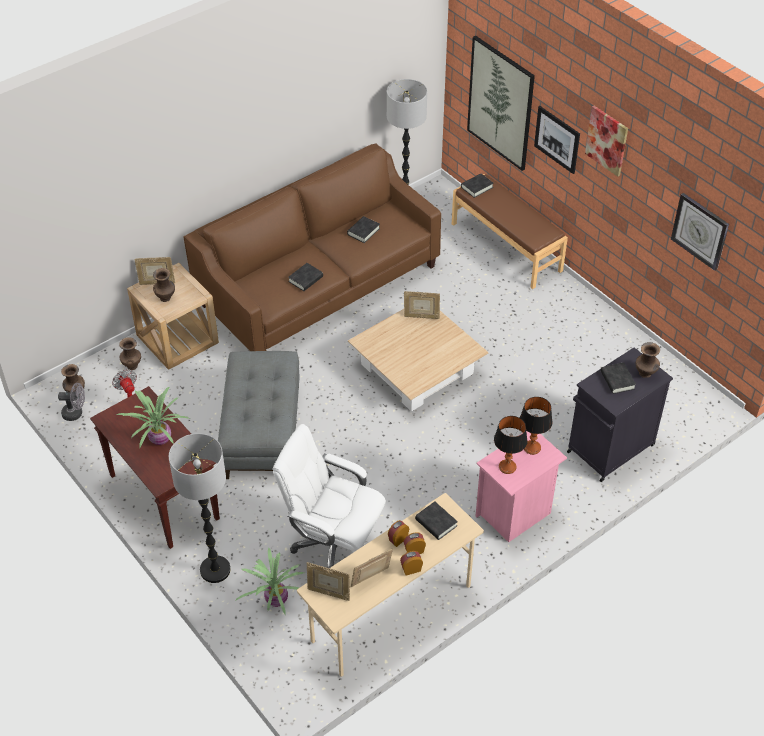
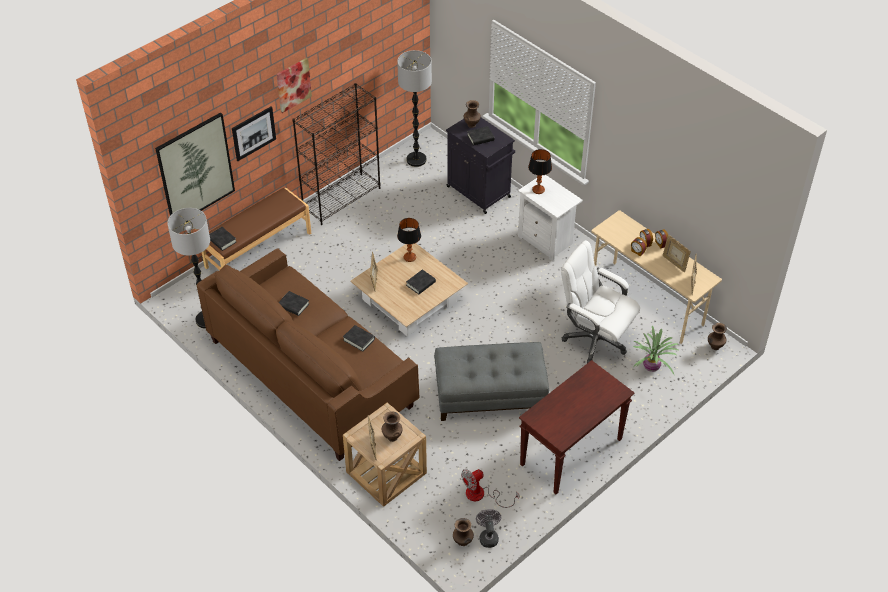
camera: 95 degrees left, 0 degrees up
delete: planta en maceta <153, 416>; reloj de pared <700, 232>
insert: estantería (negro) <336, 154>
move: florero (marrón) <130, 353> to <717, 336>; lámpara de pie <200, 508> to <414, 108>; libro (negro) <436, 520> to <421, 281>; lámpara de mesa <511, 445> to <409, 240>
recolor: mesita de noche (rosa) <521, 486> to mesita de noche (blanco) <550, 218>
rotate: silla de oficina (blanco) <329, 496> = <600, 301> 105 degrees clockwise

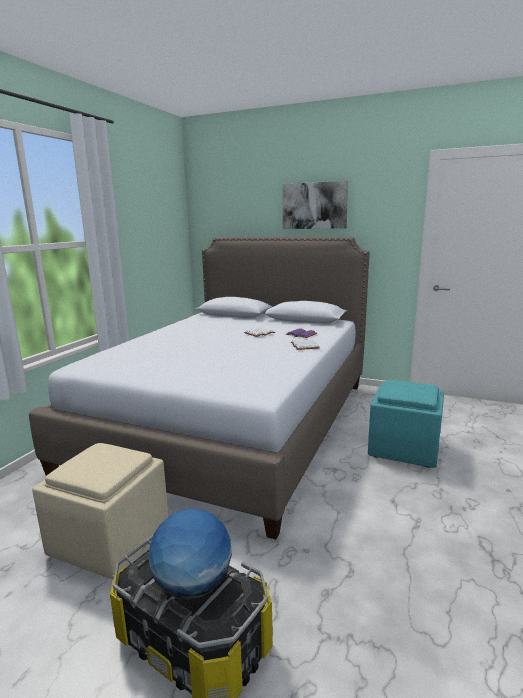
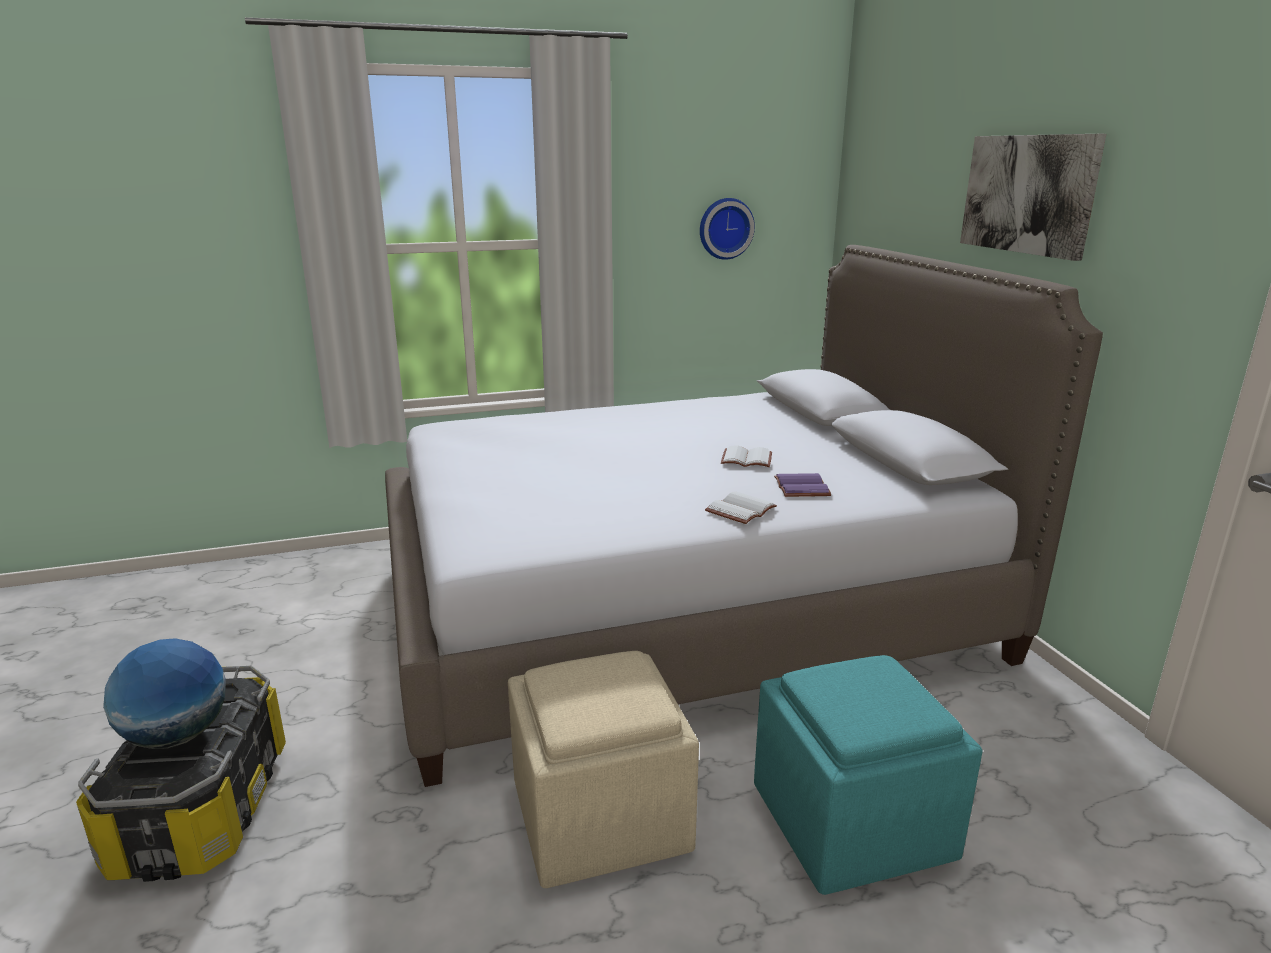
camera: 50 degrees right, 5 degrees up
insert: reloj de pared <727, 229>
move: puf (beis) <100, 511> to <603, 769>

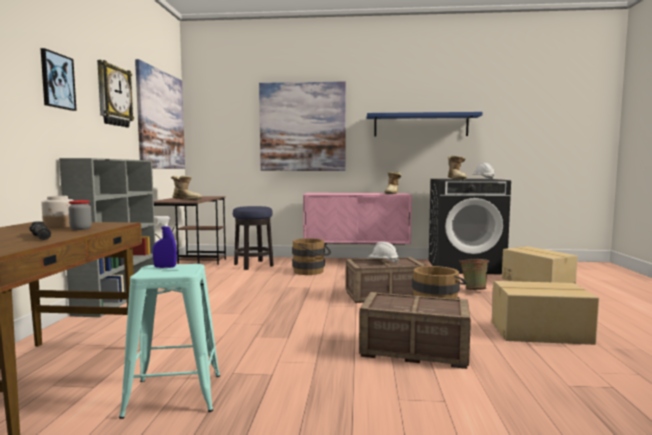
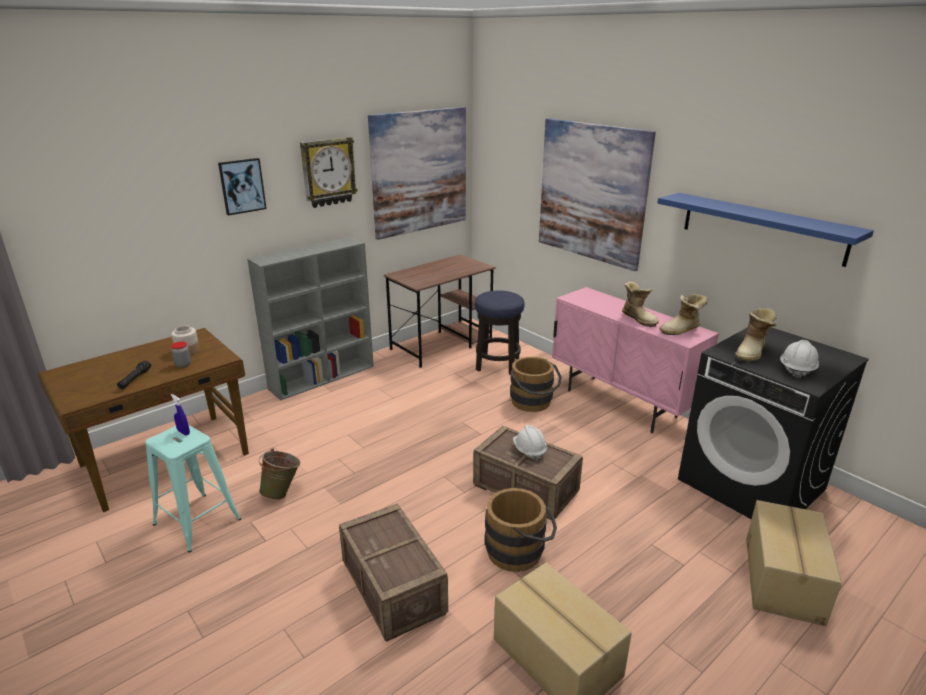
camera: 45 degrees right, 20 degrees up
move: bota <186, 188> to <640, 304>; cubo (verde) <474, 274> to <280, 474>

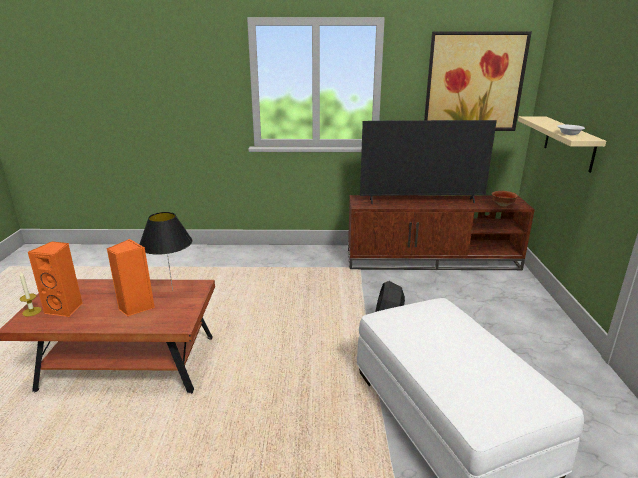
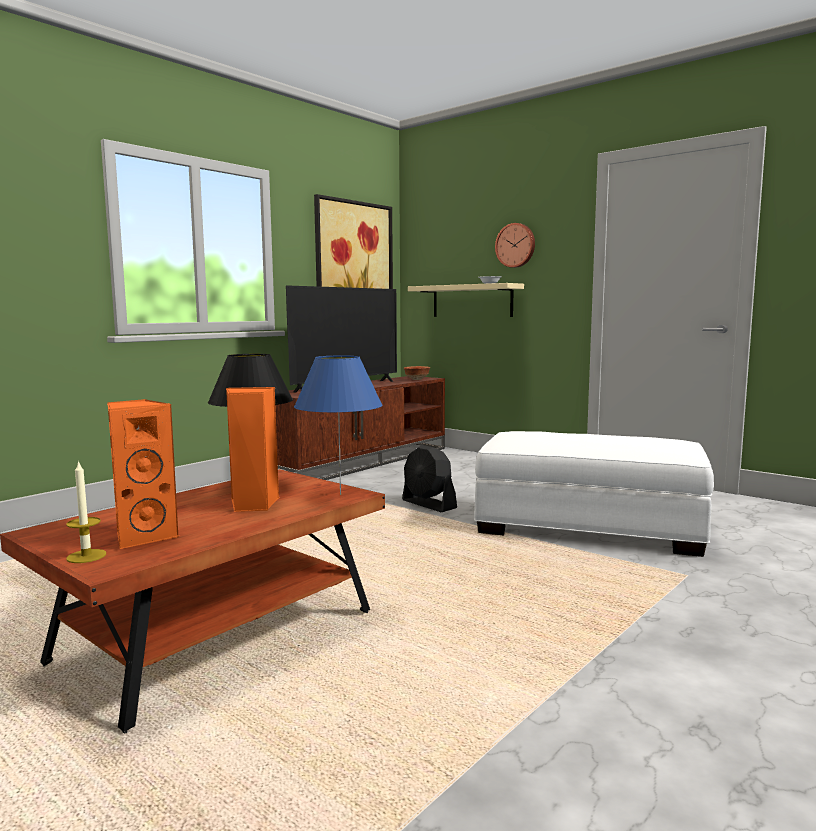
camera: 50 degrees left, 15 degrees down
insert: lámpara de mesa (azul) <338, 425>; reloj de pared <515, 245>

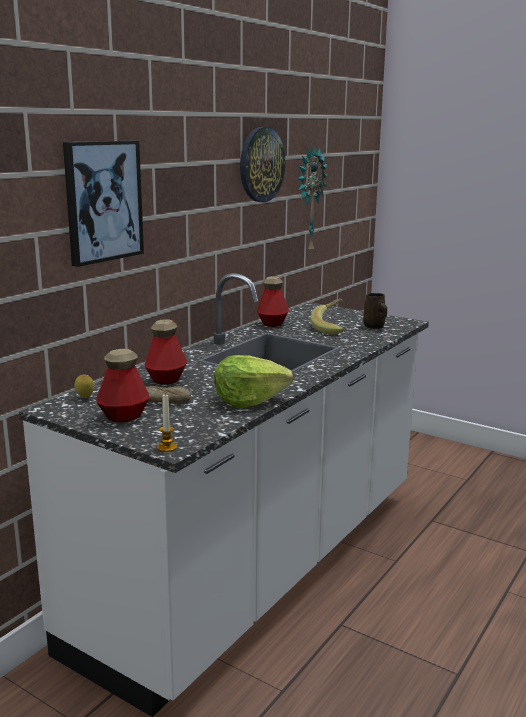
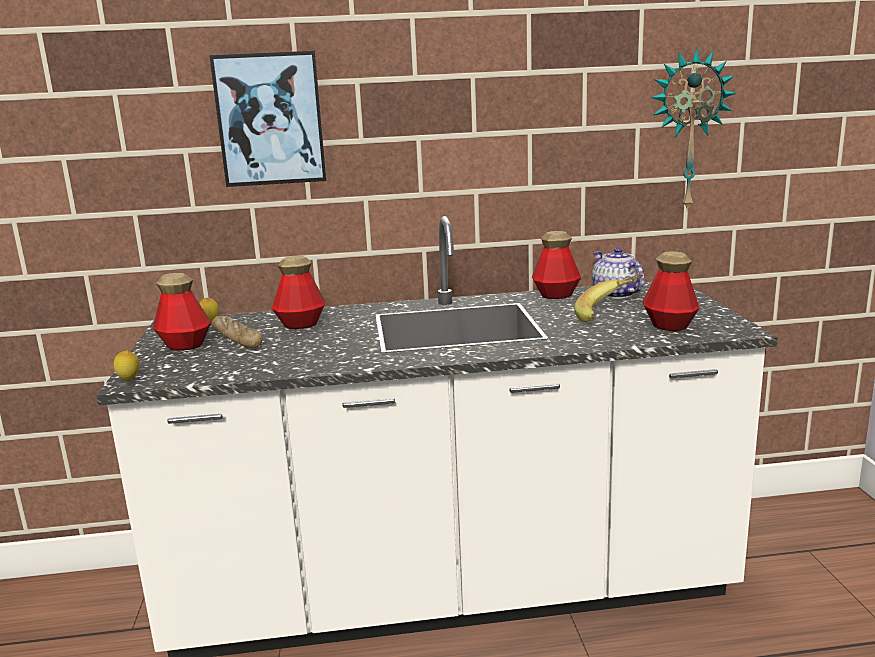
camera: 50 degrees right, 0 degrees up
delete: lechuga <253, 381>; reloj de pared <262, 164>
insert: tetera <618, 273>
replace: vela <167, 423> to limón <126, 365>; taza grande (marrón) <375, 311> to botella <671, 291>

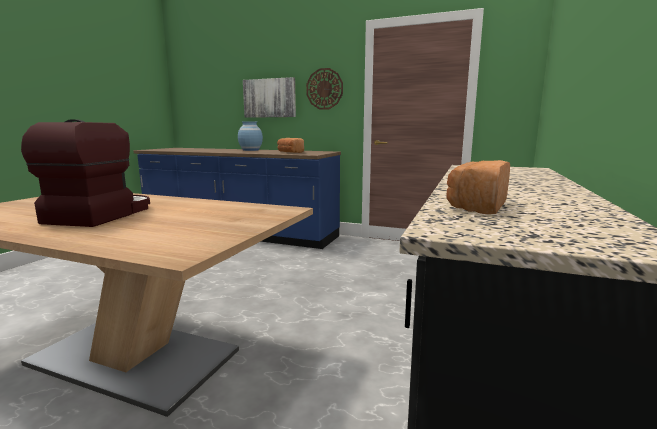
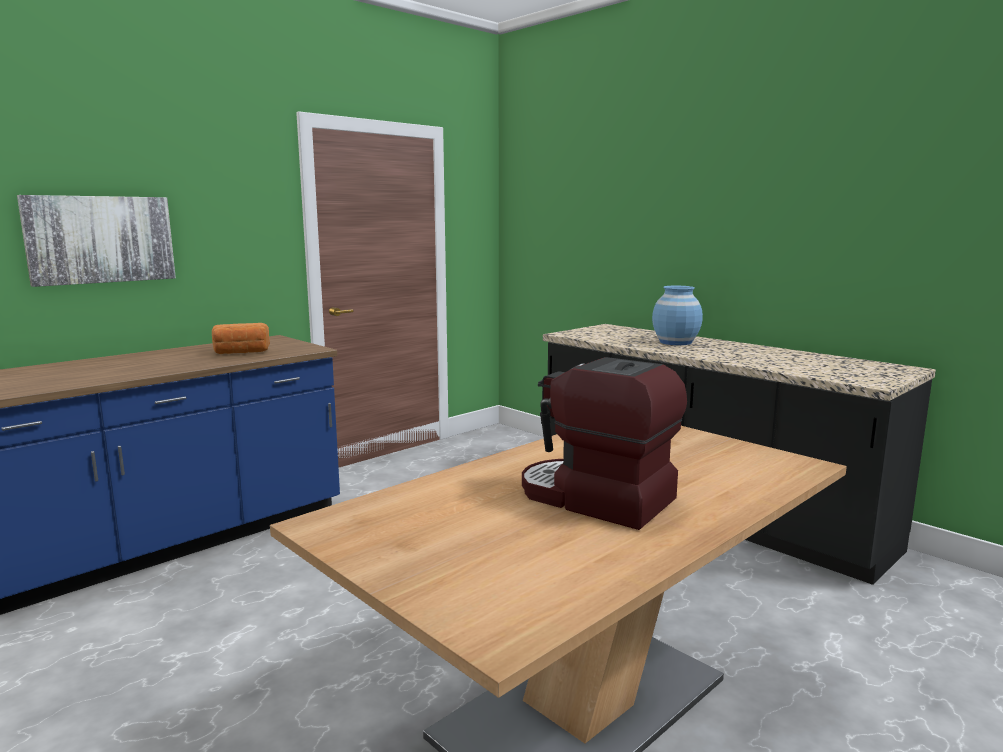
camera: 65 degrees left, 0 degrees up
delete: reloj de pared <324, 89>; pan <478, 187>
move: florero (azul) <250, 136> to <677, 315>

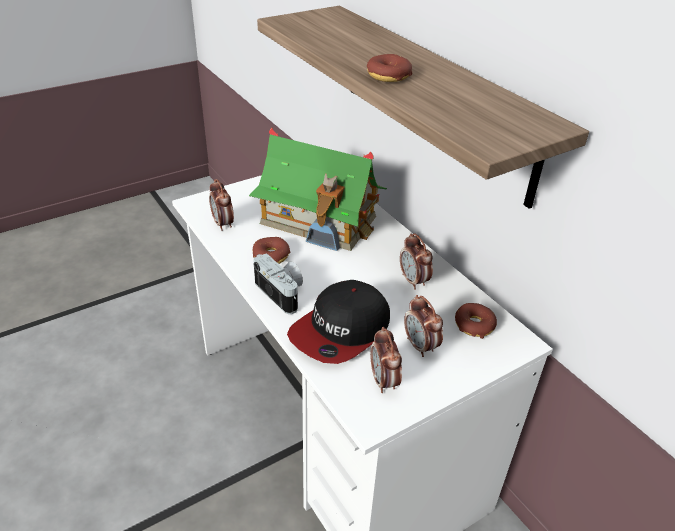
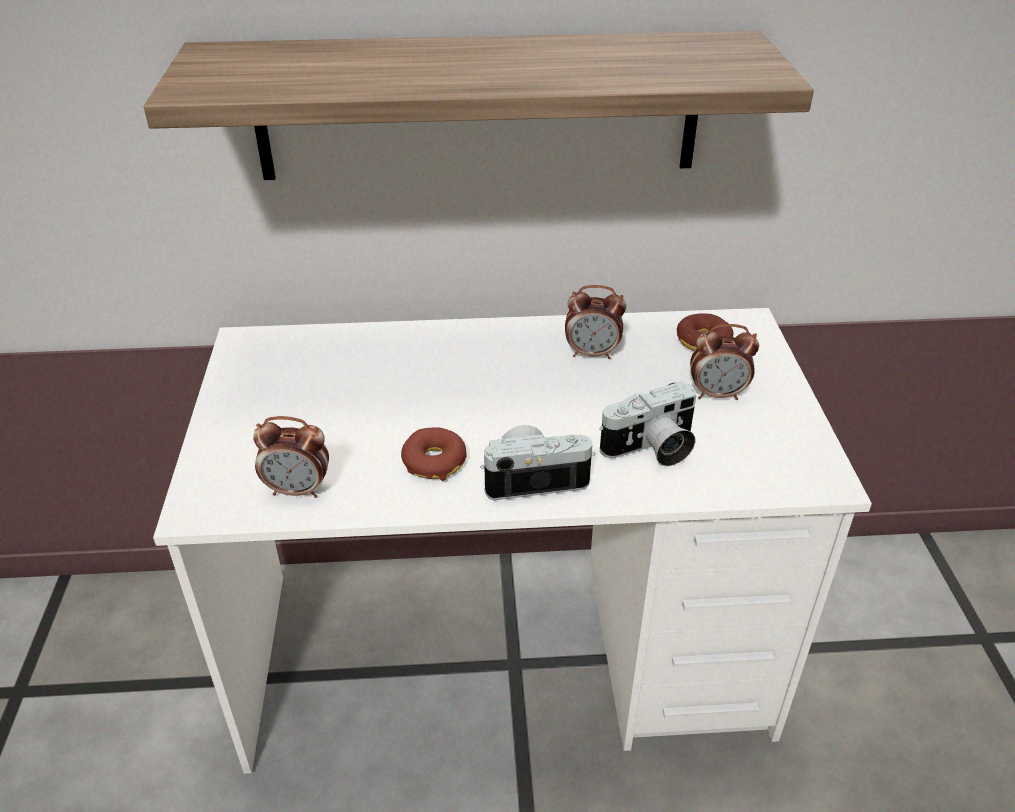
camera: 60 degrees left, 0 degrees up
delete: casita <318, 189>; rosquilla <389, 68>; despertador <386, 360>
replace: gorra <338, 322> to cámara <648, 423>

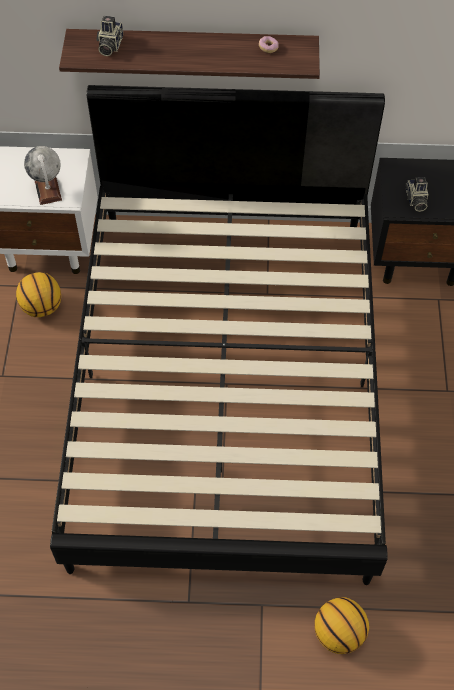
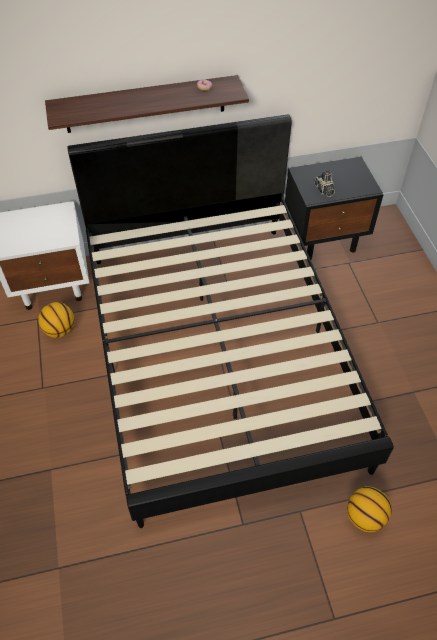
camera: 15 degrees left, 5 degrees down
delete: globo terráqueo <43, 175>; cámara <110, 36>

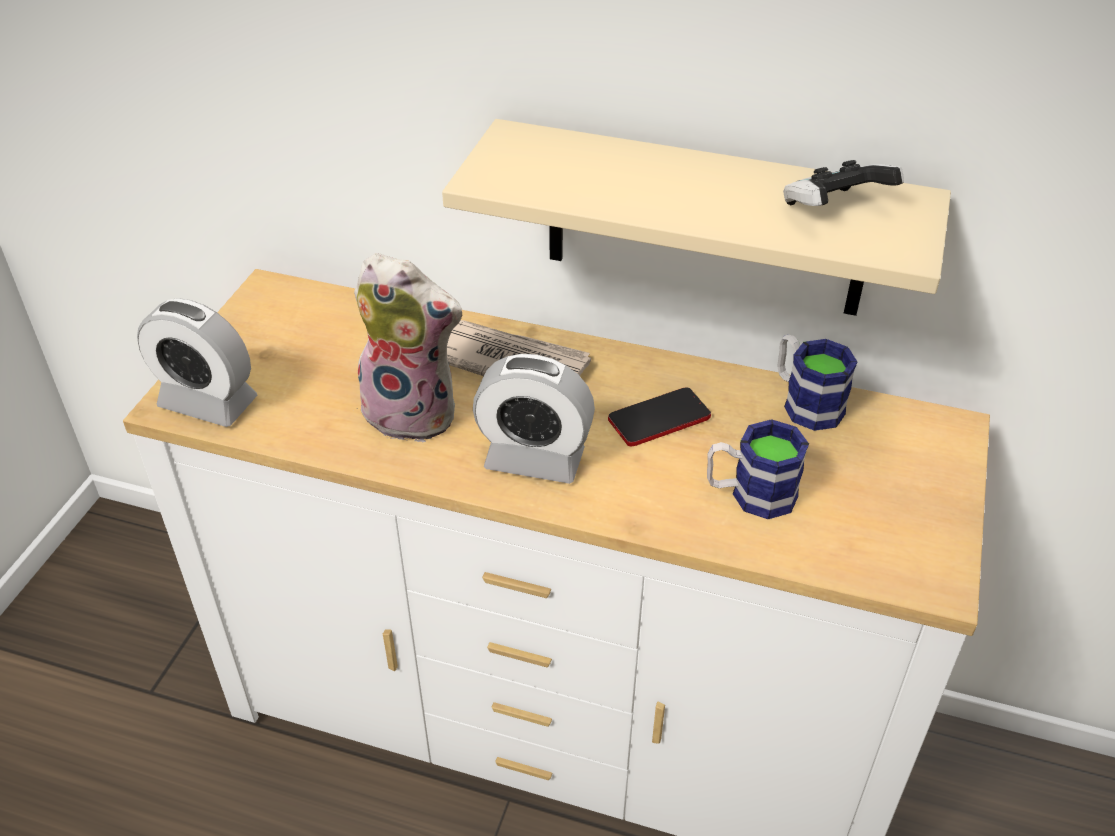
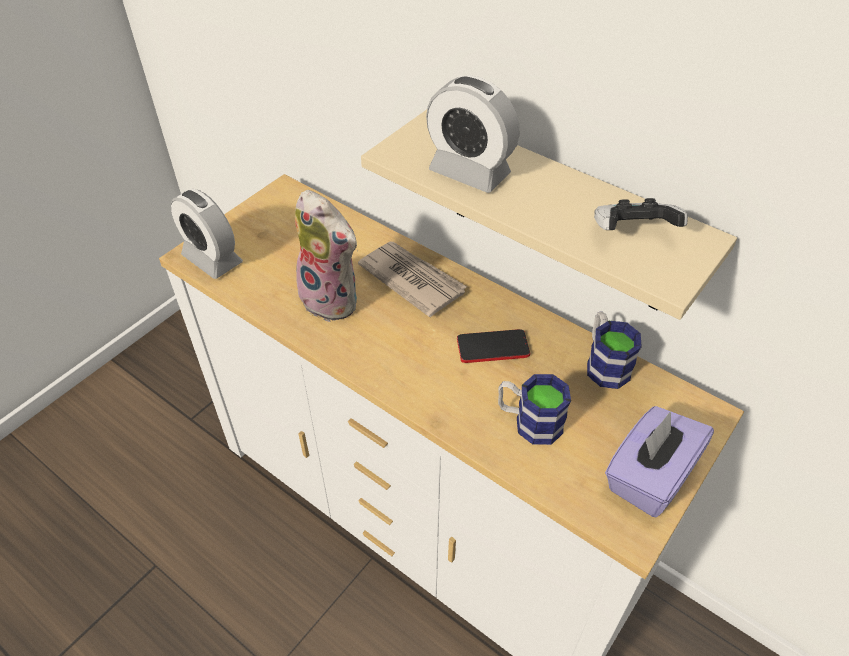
camera: 20 degrees right, 5 degrees up
insert: caja de pañuelos (morado) <659, 462>
move: despertador <534, 419> to <472, 134>

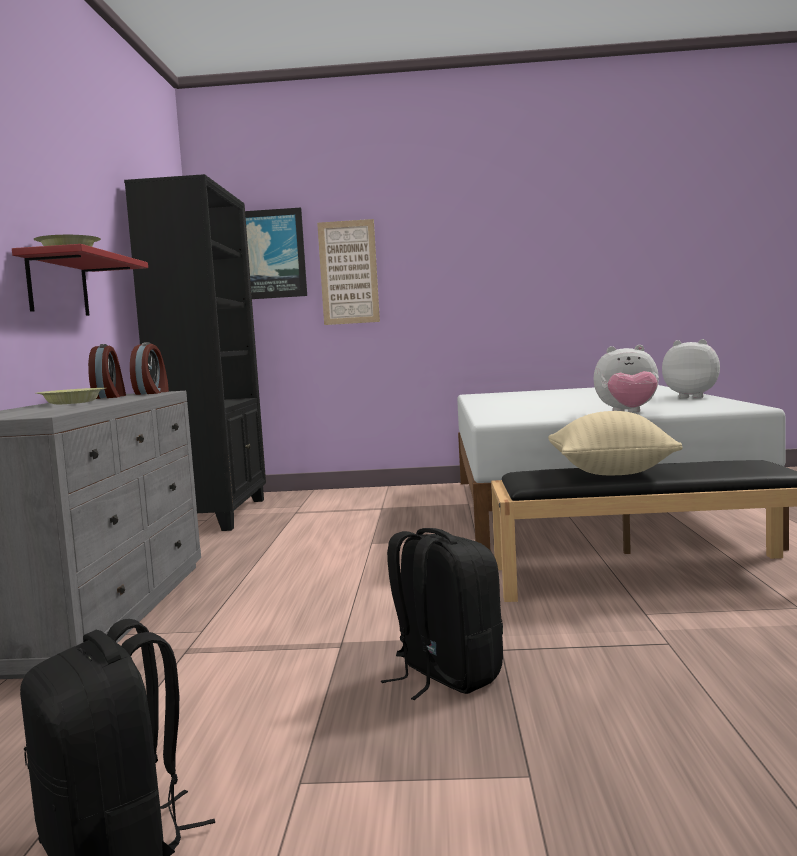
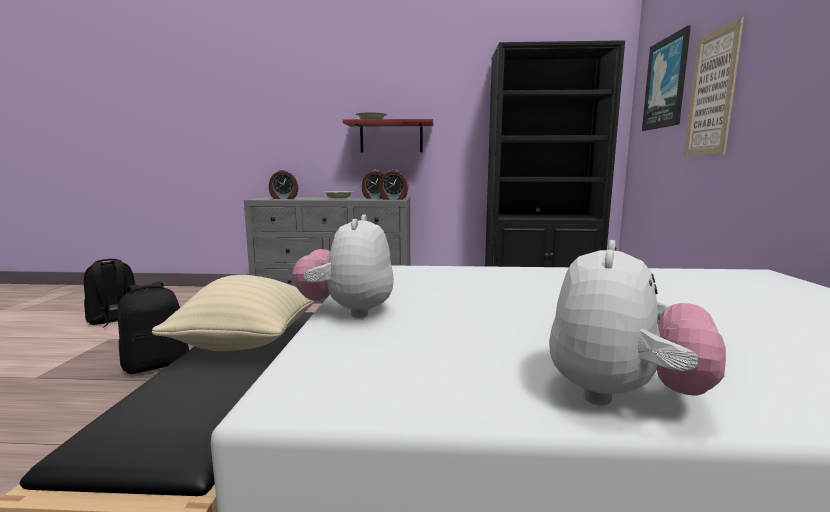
camera: 90 degrees right, 5 degrees up
insert: despertador <283, 184>

